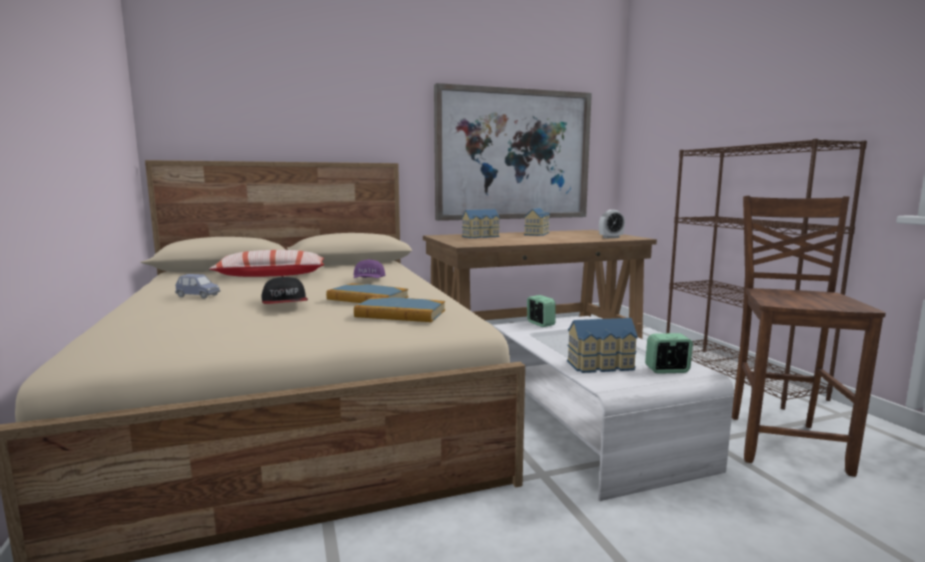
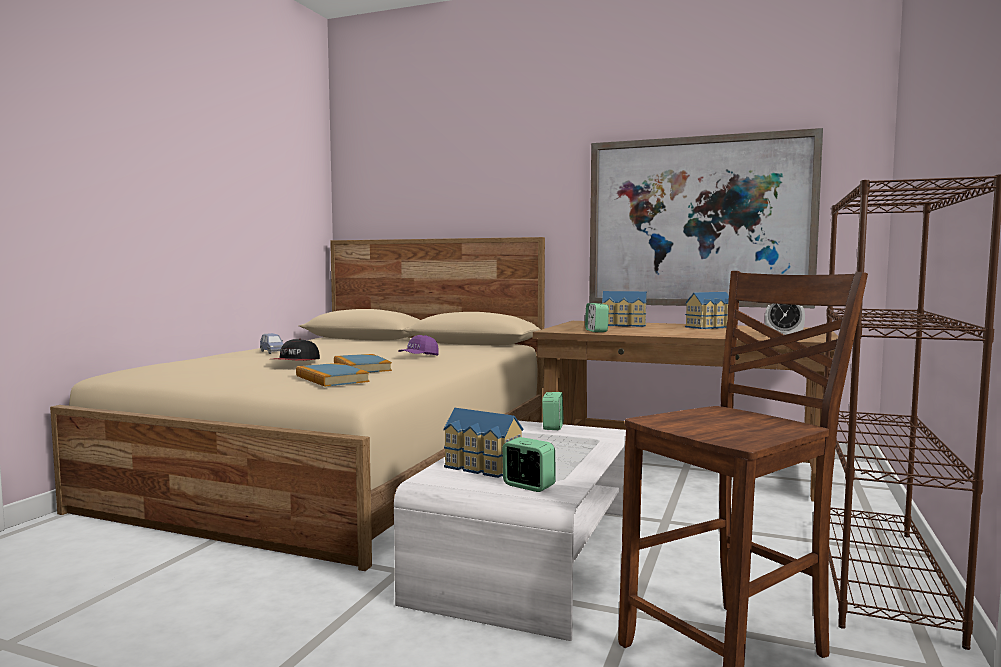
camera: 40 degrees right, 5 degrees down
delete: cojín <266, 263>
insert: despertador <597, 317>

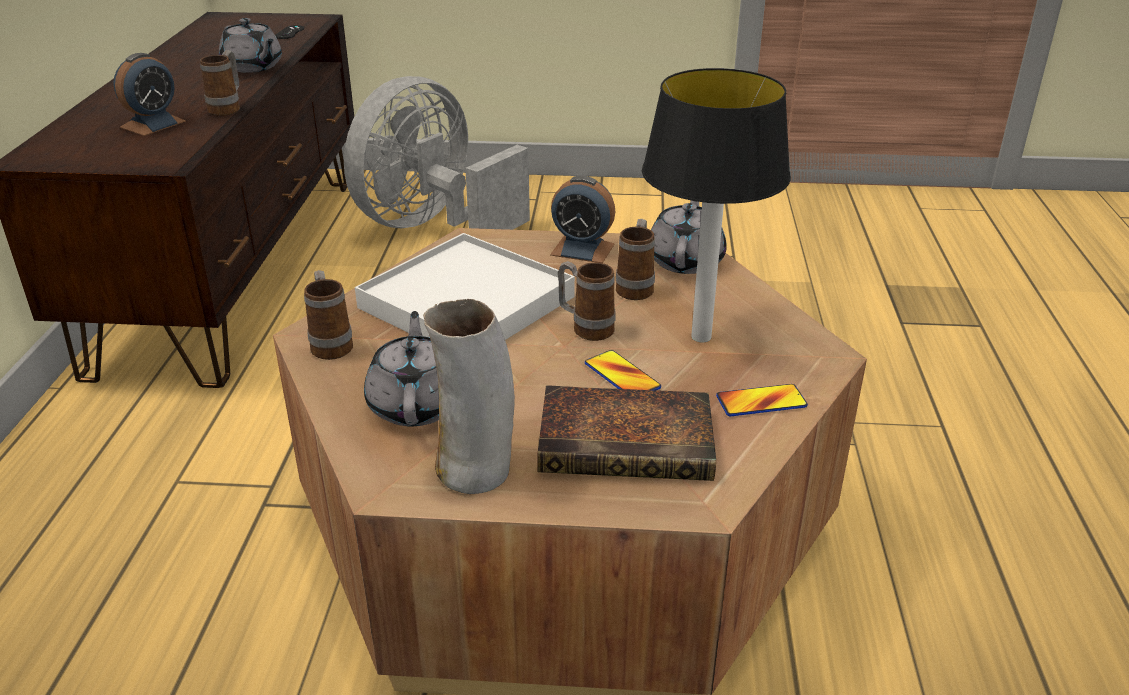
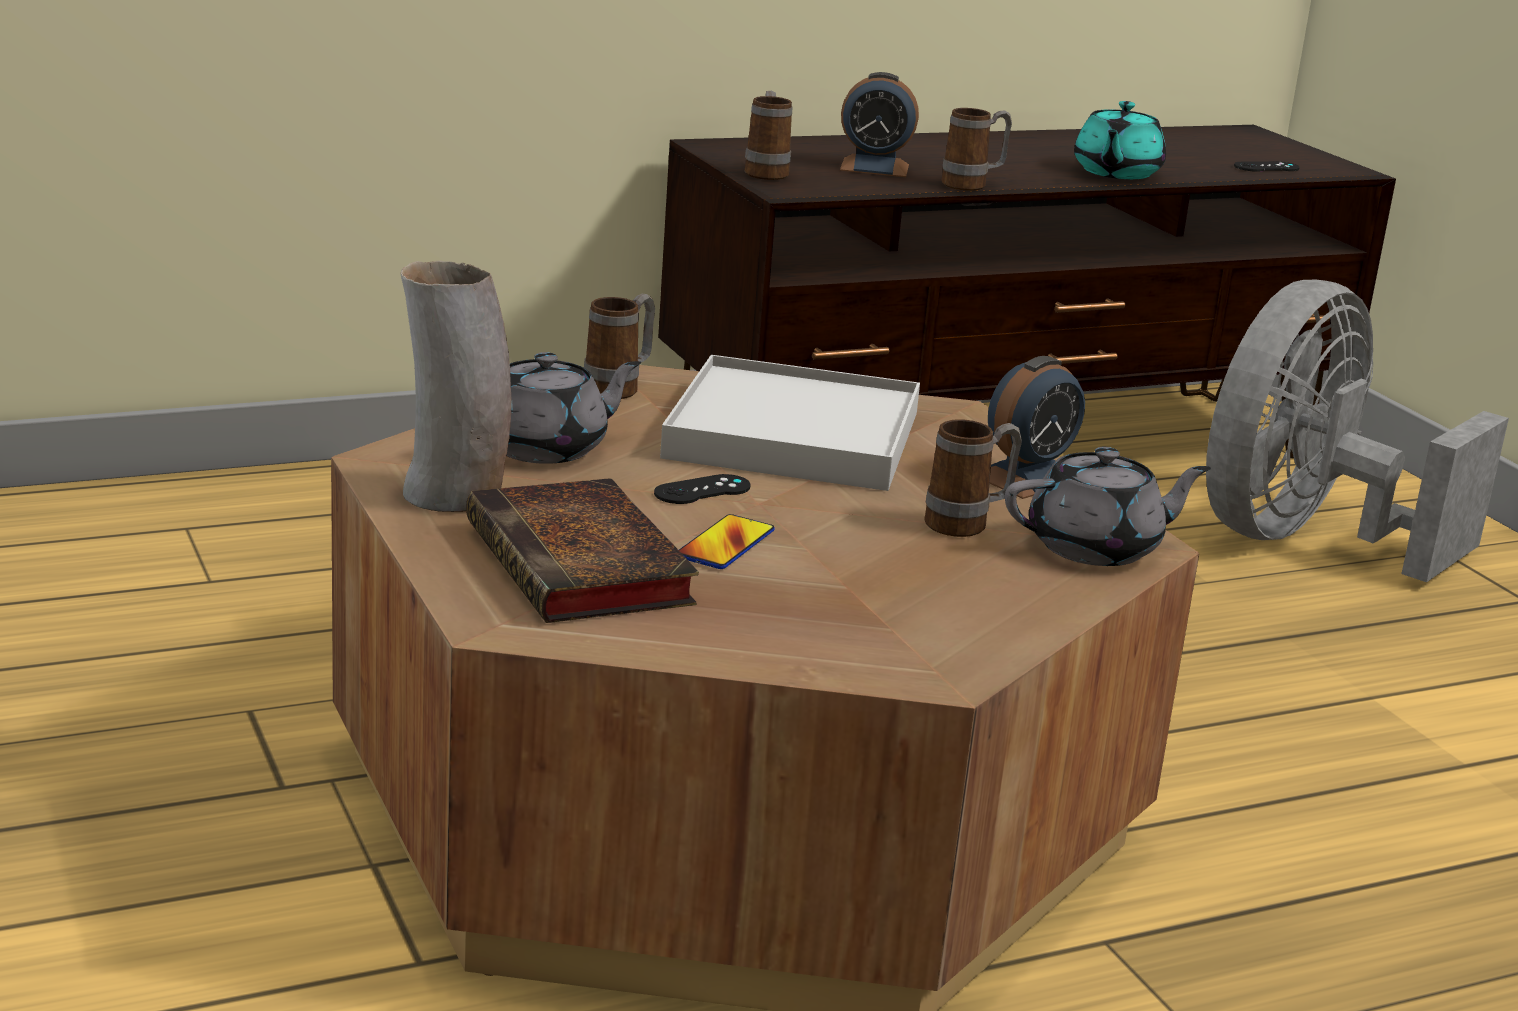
camera: 60 degrees right, 10 degrees down
delete: lámpara de mesa <716, 205>; móvil <762, 400>
insert: mando de consola (negro) <702, 489>
move: taza grande <587, 301> to <768, 135>
recolor: tetera (gris) <250, 45> to tetera (turquesa) <1120, 140>
rotate: ventilador (gris) <437, 153> = <1357, 431> 60 degrees counterclockwise; despertador <582, 219> = <1036, 427> 120 degrees counterclockwise

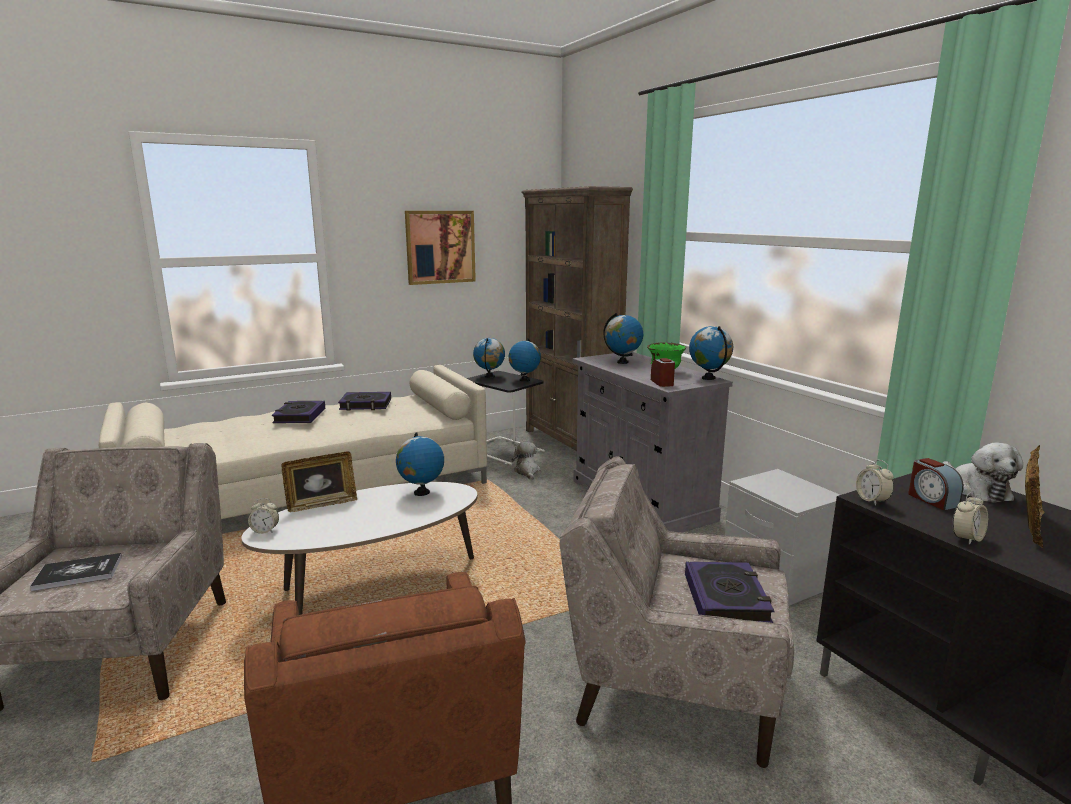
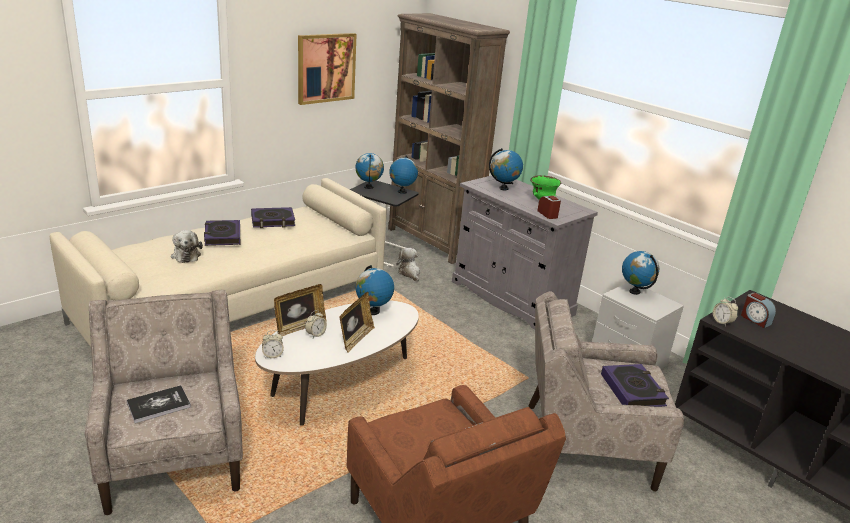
camera: 15 degrees left, 10 degrees up
move: globo terráqueo <711, 353> to <640, 273>; peluche <983, 472> to <187, 246>; despertador <970, 518> to <316, 324>; portarretratos <1035, 496> to <357, 322>

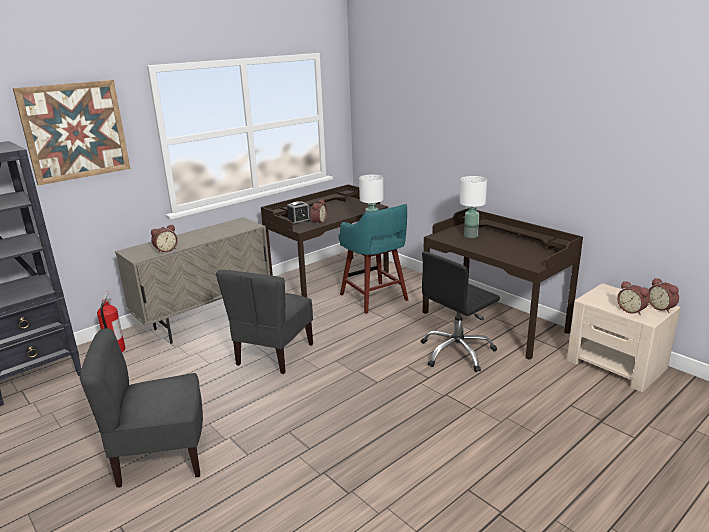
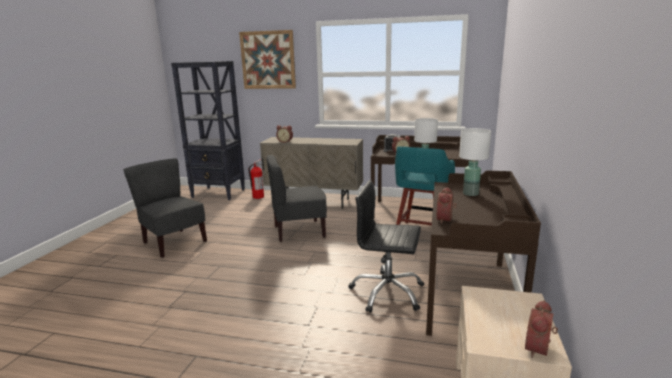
camera: 55 degrees right, 5 degrees down
move: despertador <633, 298> to <446, 205>

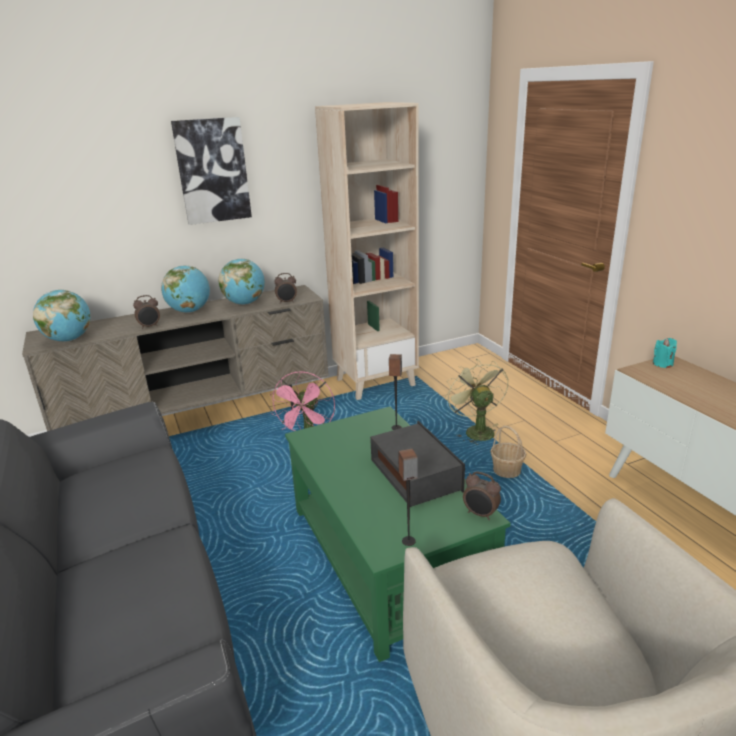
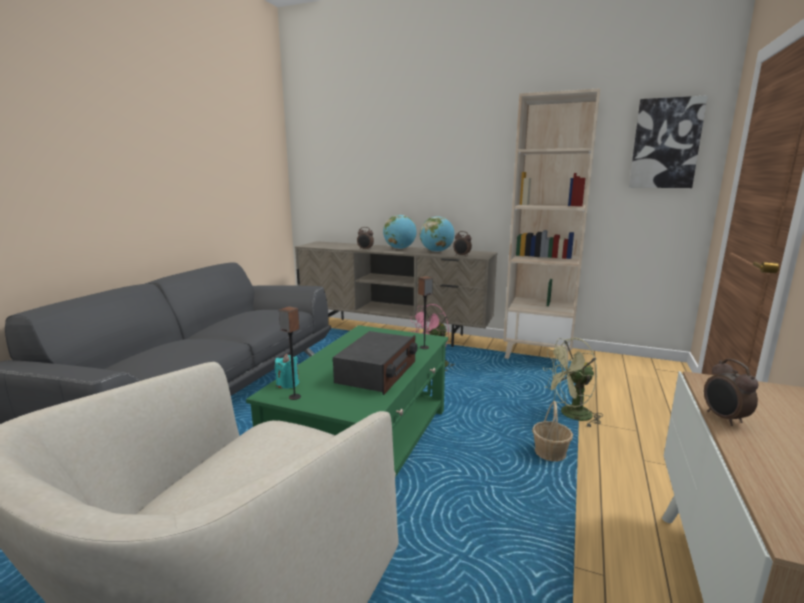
camera: 45 degrees right, 10 degrees down
delete: globo terráqueo <61, 316>
move: cuadro <211, 171> to <668, 141>; despertador <482, 495> to <731, 392>; vela (turquesa) <665, 353> to <287, 371>
rotate: ventilador (verde) <476, 402> = <573, 382> 135 degrees counterclockwise

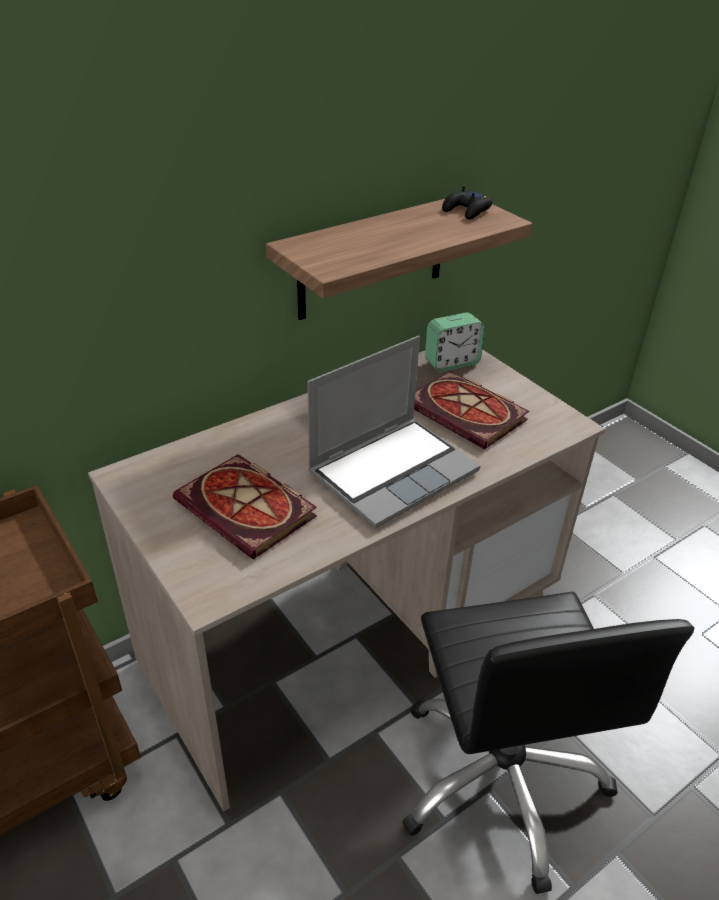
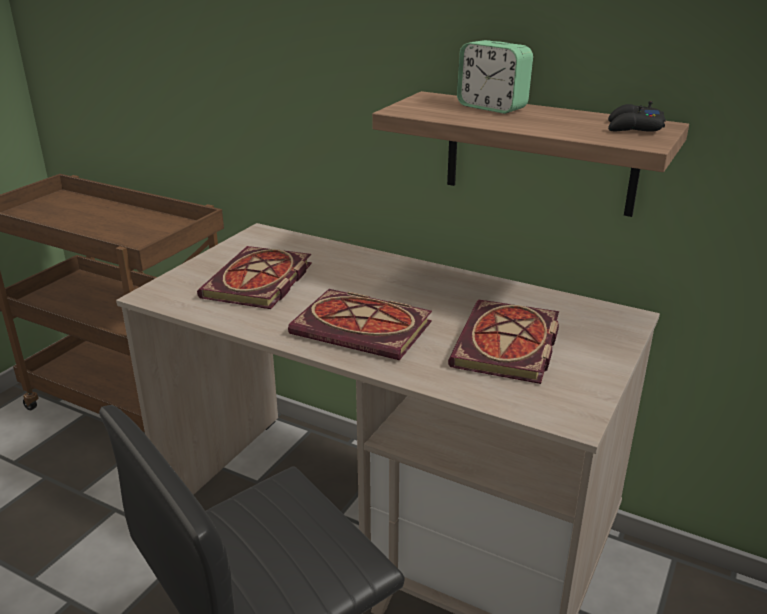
camera: 65 degrees right, 10 degrees down
move: despertador <455, 342> to <495, 77>
replace: portátil <393, 432> to libro <360, 324>

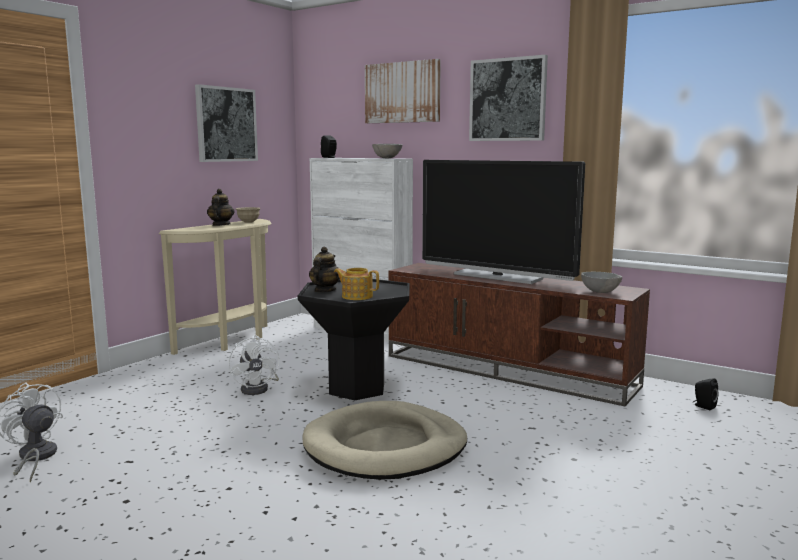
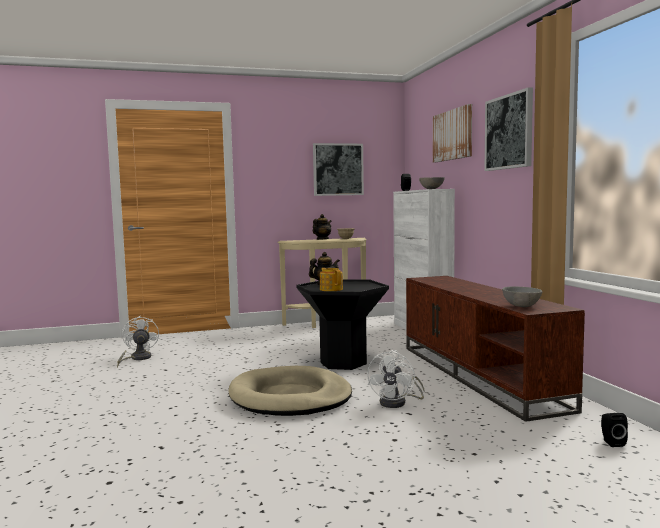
camera: 40 degrees right, 5 degrees down
delete: televisor <503, 222>
move: ventilador (blanco) <253, 365> to <396, 379>

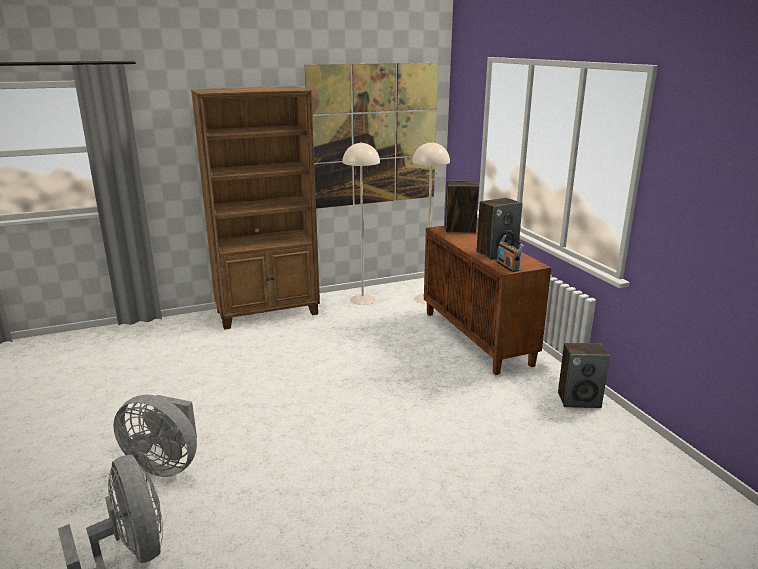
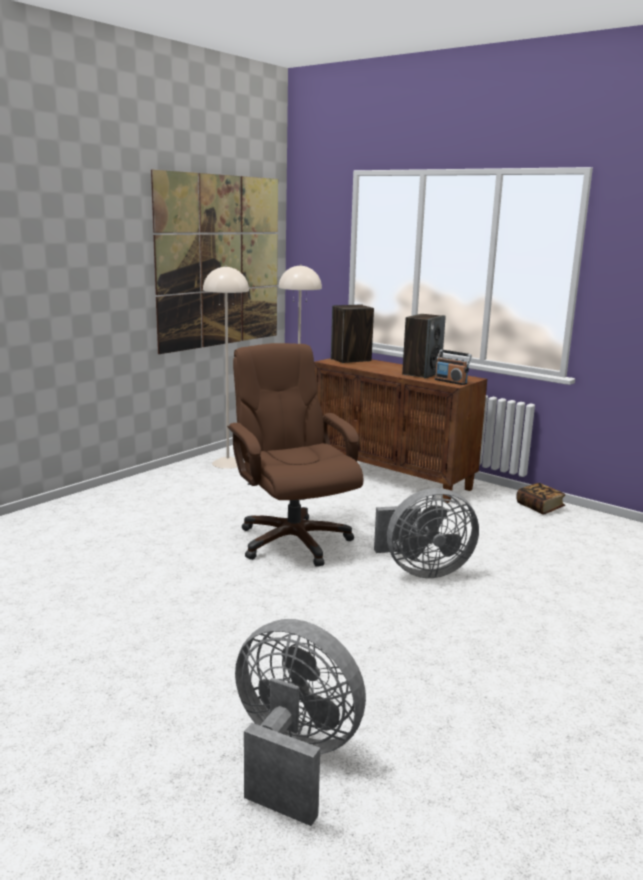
camera: 30 degrees left, 5 degrees down
delete: estantería (marrón) <255, 208>
insert: silla de oficina (marrón) <295, 455>
move: ventilador (gris) <155, 436> to <426, 533>
replace: altavoz <584, 375> to libro <541, 498>

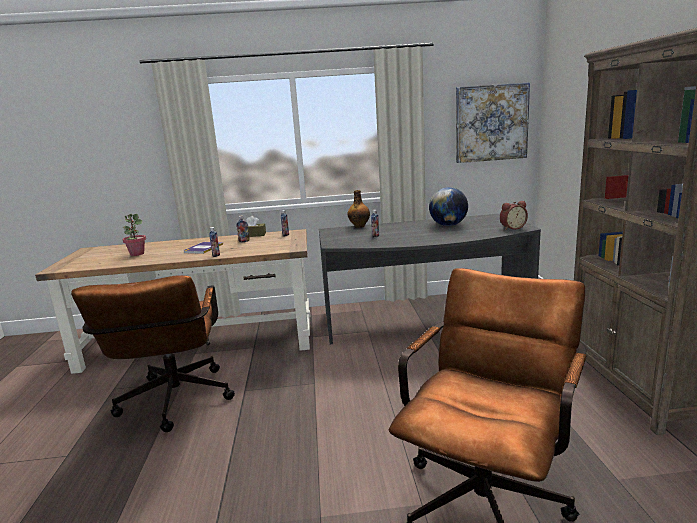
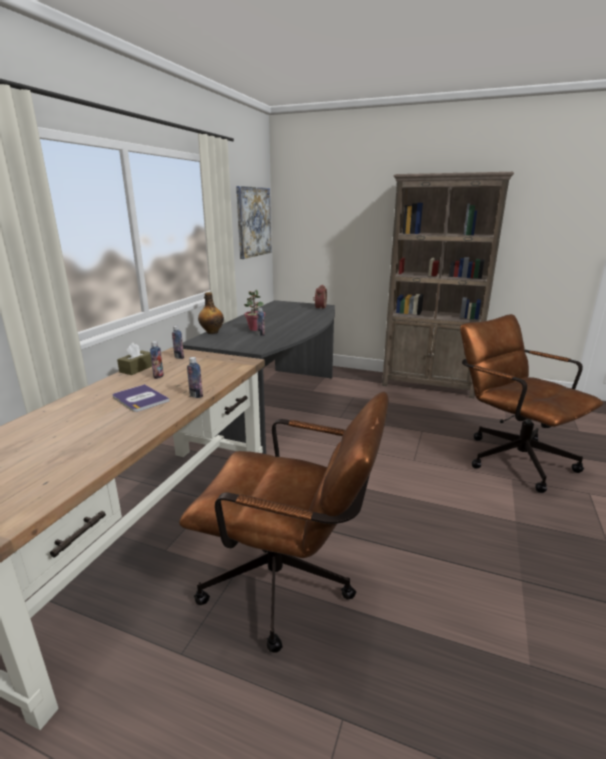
camera: 65 degrees left, 5 degrees up
delete: globo terráqueo <448, 206>
move: planta en maceta <134, 235> to <254, 310>

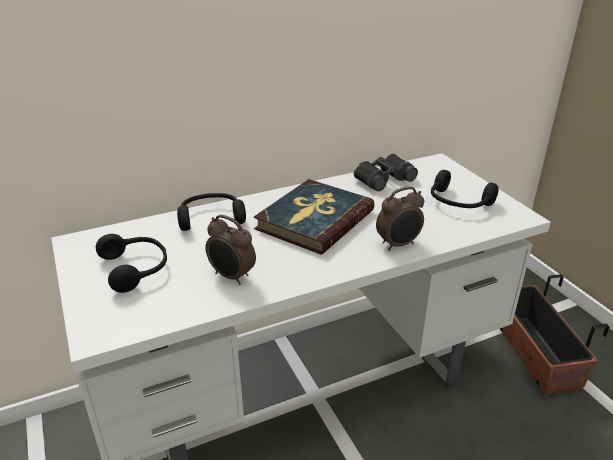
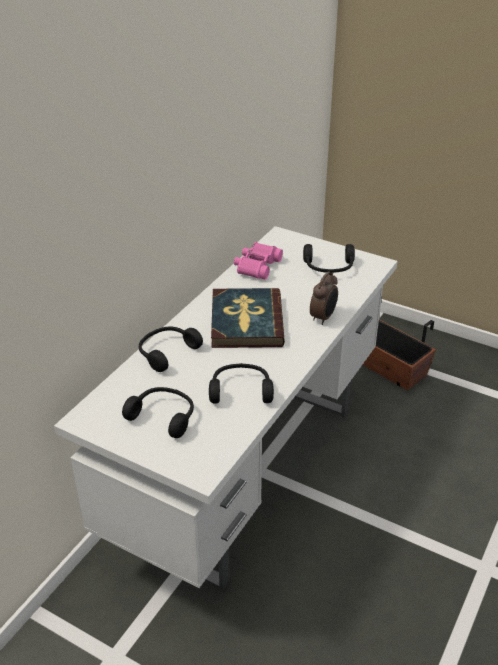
camera: 35 degrees left, 5 degrees up
replace: despertador <230, 250> to auriculares (negro) <241, 383>
recolor: prismáticos (negro) <386, 172> to prismáticos (rosa) <258, 261>

